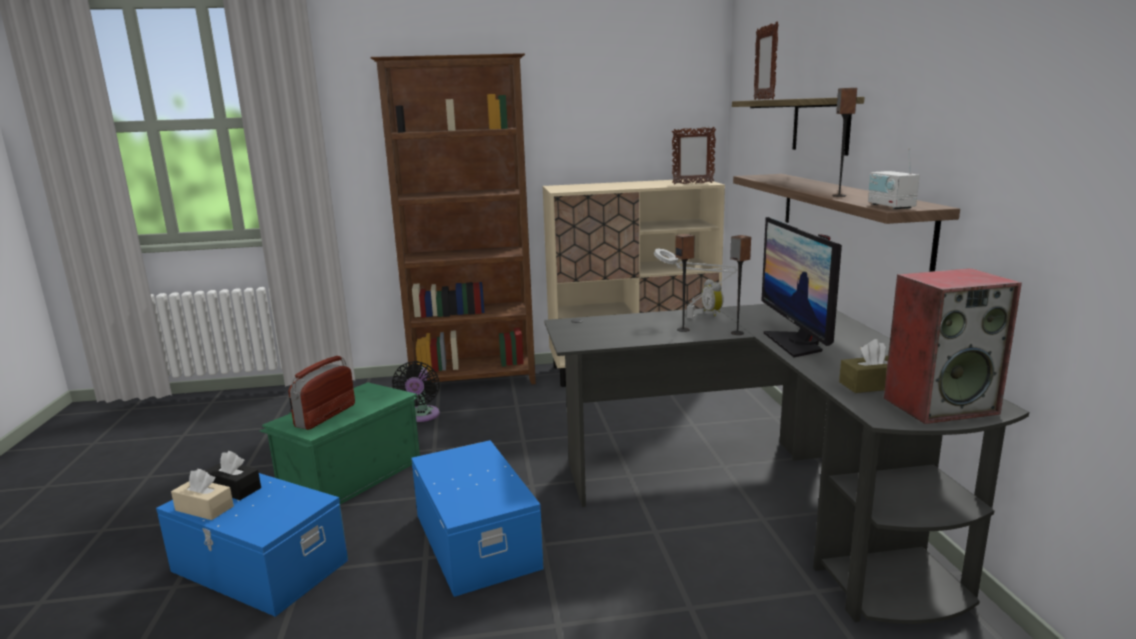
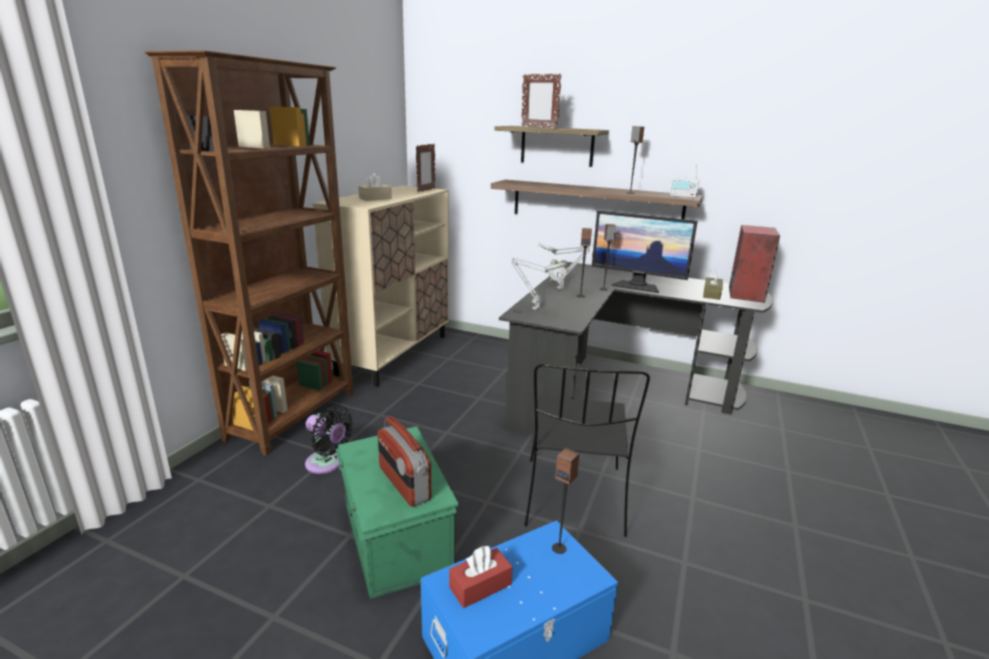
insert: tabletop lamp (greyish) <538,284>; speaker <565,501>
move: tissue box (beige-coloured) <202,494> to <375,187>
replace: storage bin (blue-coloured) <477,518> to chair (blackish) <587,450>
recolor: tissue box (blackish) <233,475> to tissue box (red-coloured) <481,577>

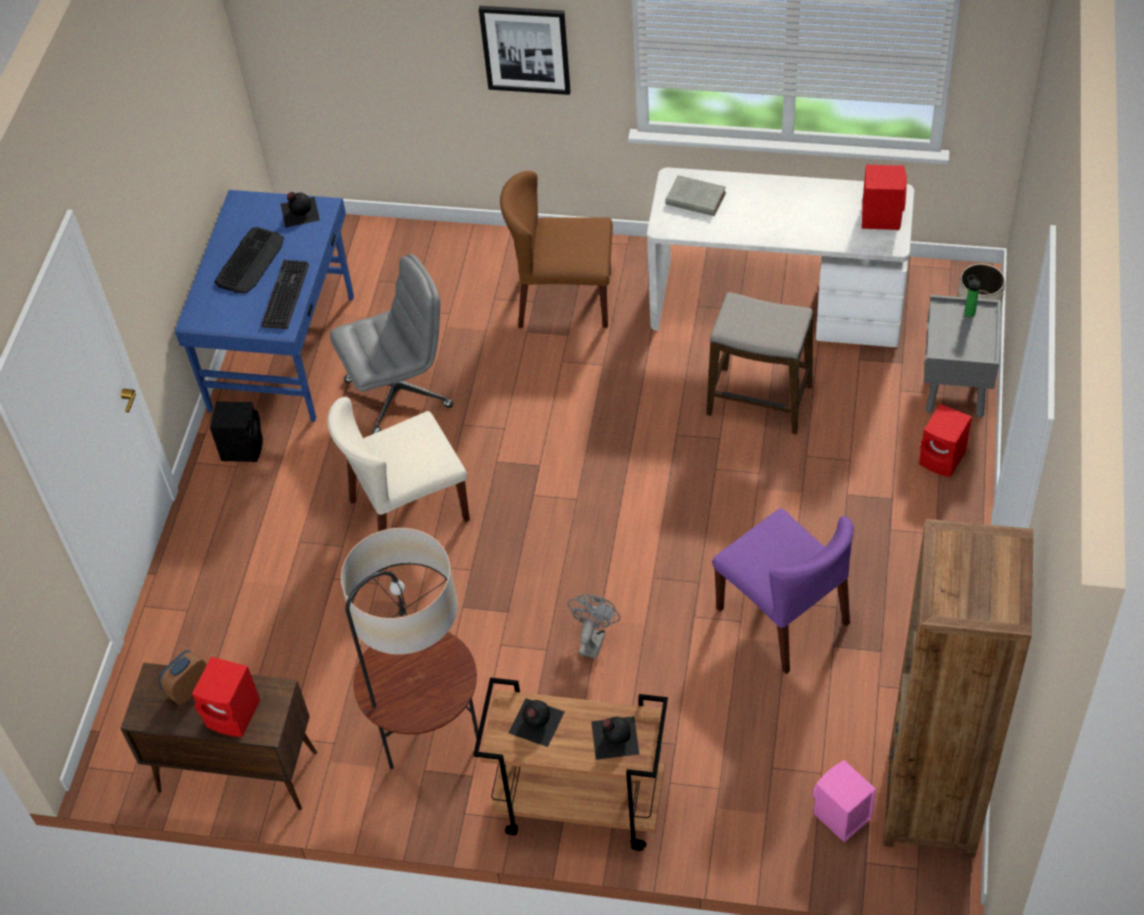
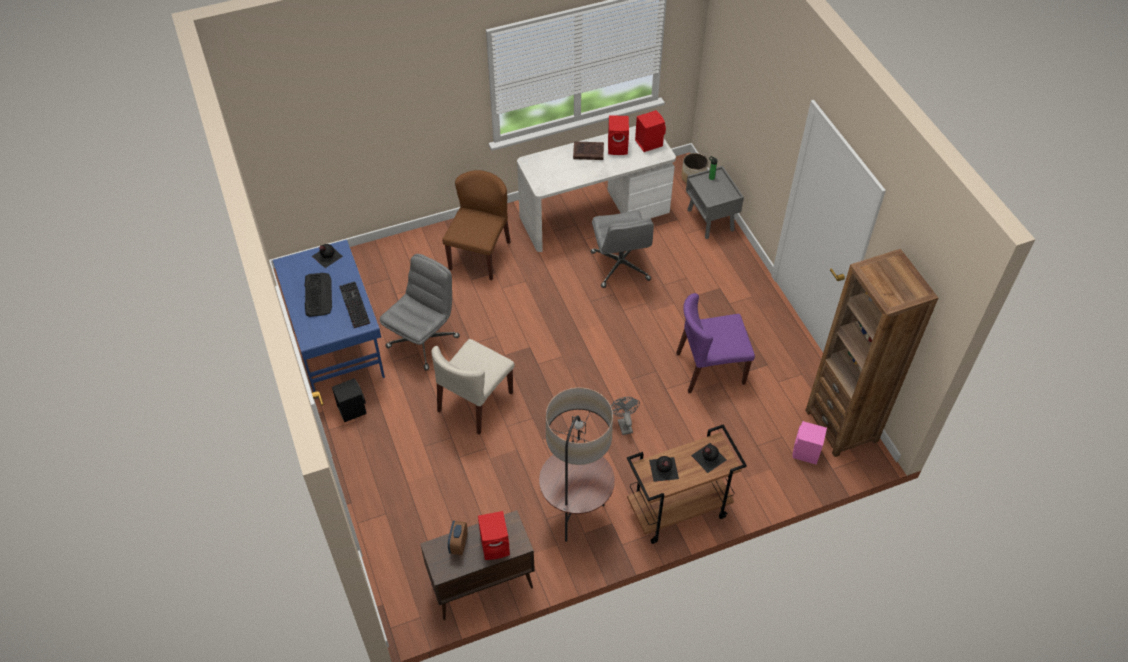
delete: wall art <525,50>; bound book (greyish) <695,195>
insert: bound book (brown) <588,150>
move: speaker (red-coloured) <945,440> to <618,135>
replace: stool <759,363> to computer chair (greyish) <622,249>
rotate: chair (brown) <556,249> = <476,225> 135 degrees clockwise; chair (purple-coloured) <783,591> = <715,343> 150 degrees clockwise

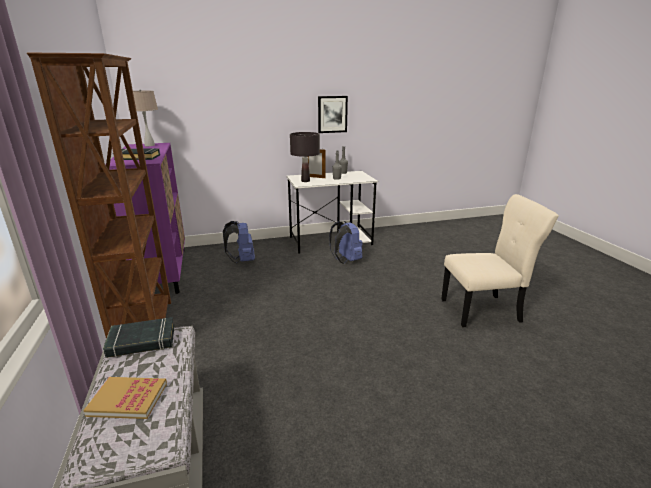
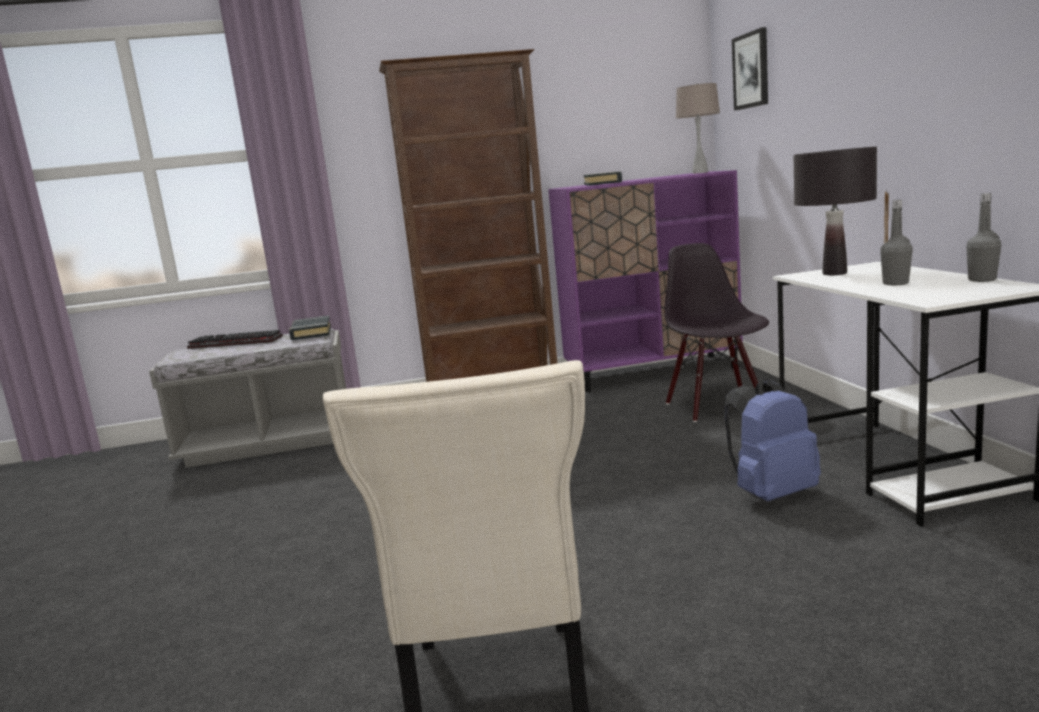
move: wall art <333,114> to <750,68>
replace: bound book <125,398> to computer keyboard <235,339>; backpack (blue-coloured) <239,242> to chair (blackish) <717,332>

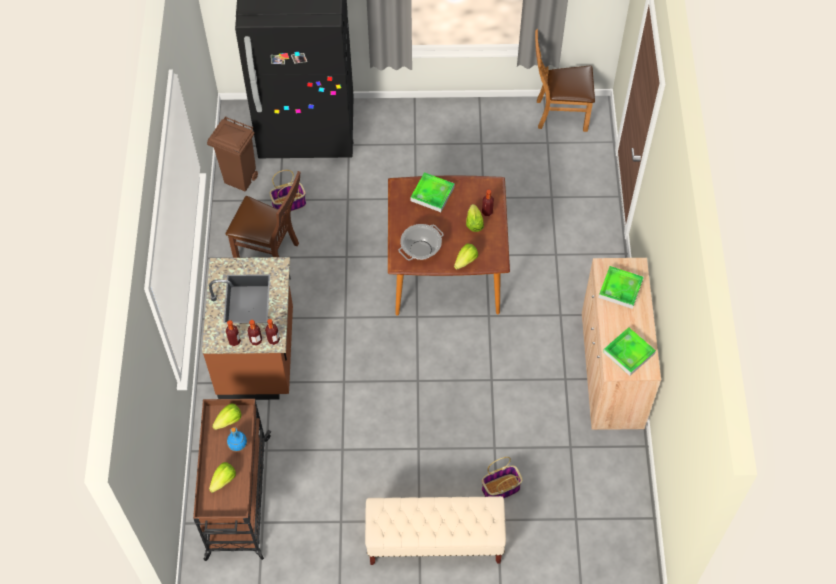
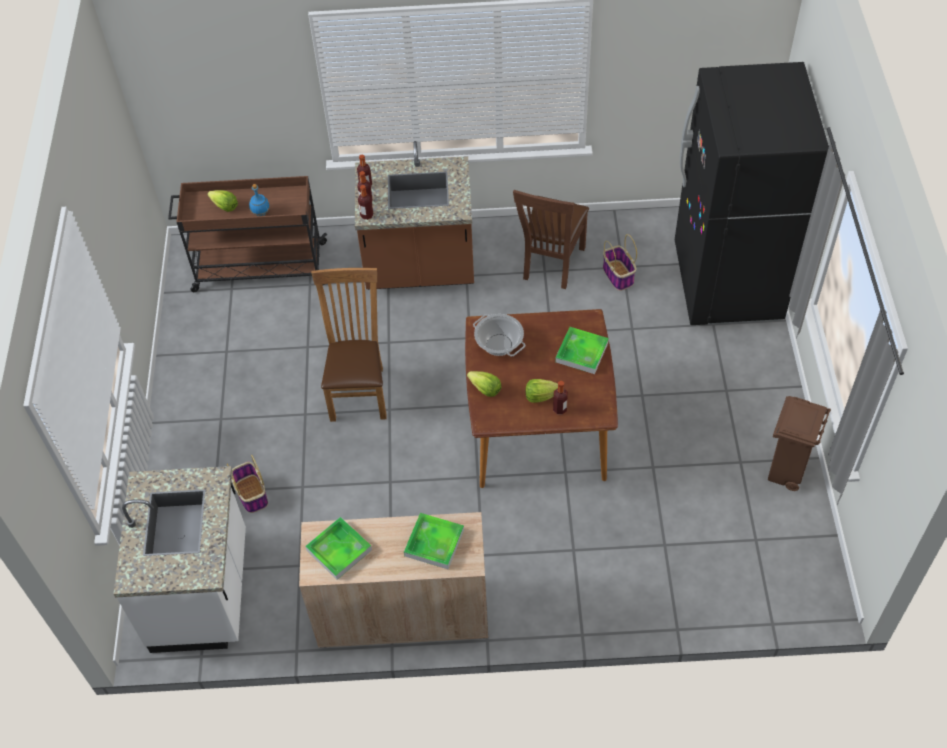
delete: head of lettuce <227,416>; indoor bench (beige-coloured) <435,530>
insert: kitchen counter (white-coloured) <179,559>
move: chair (brown) <565,80> to <348,345>; trash can (brown) <232,153> to <799,443>

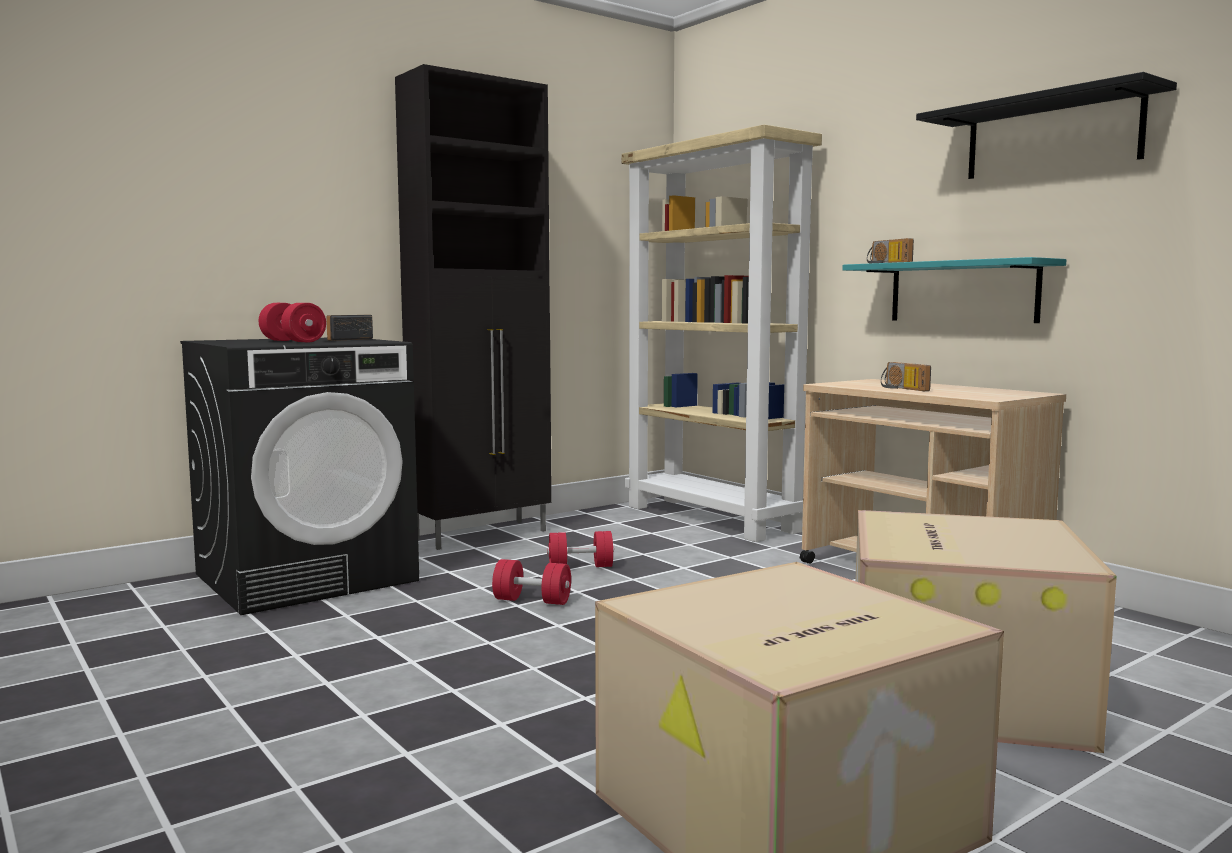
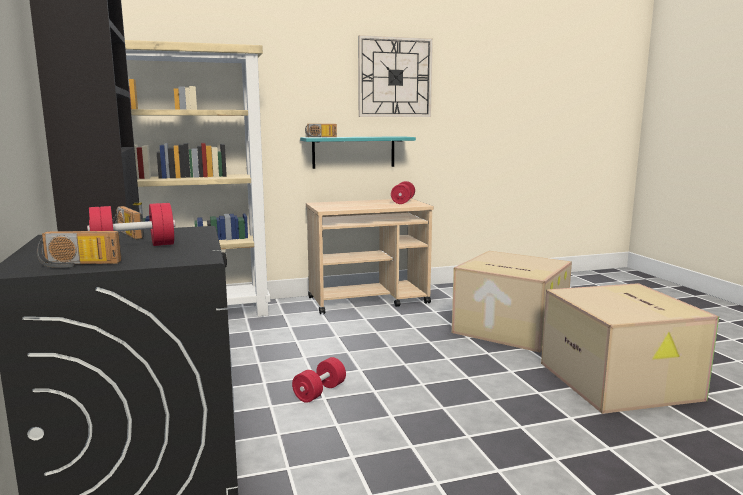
move: radio <906,376> to <79,249>; free weight (red-coloured) <580,549> to <403,192>
replace: shelf (blackish) <1046,125> to hanging clock <395,76>

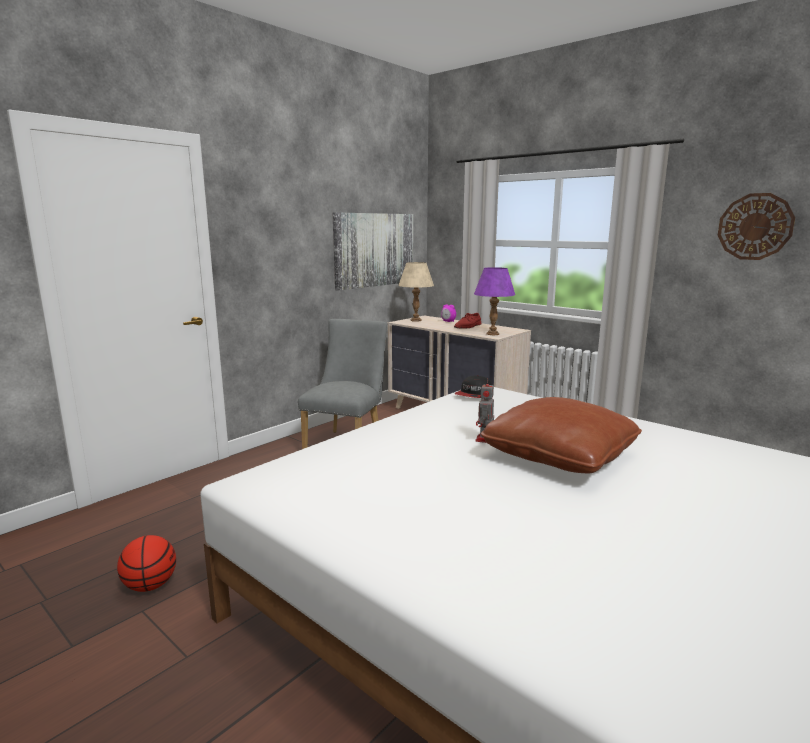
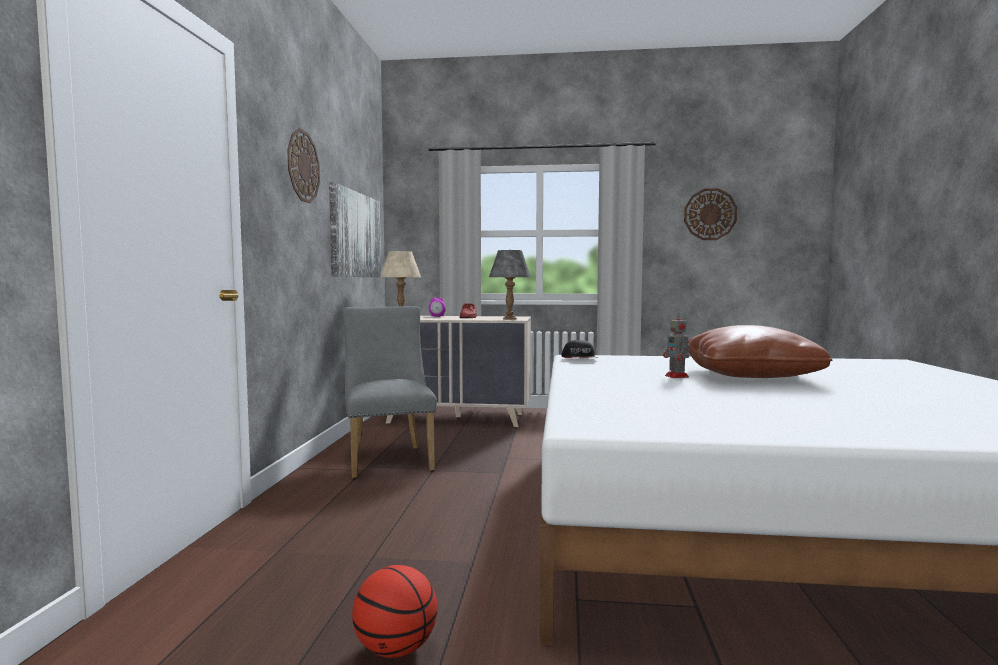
insert: hanging clock <303,165>
recolor: tabletop lamp (purple-coloured) <494,301> to tabletop lamp (greyish) <510,285>

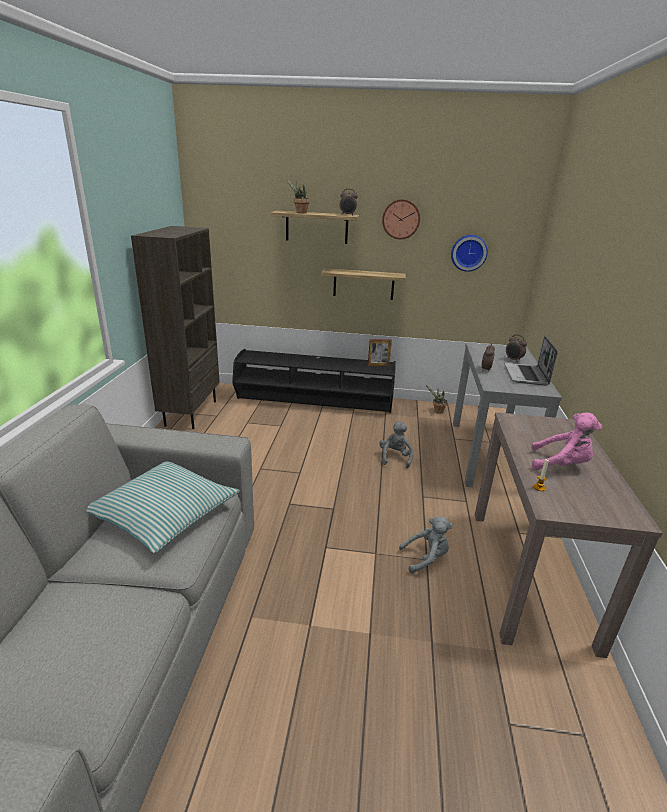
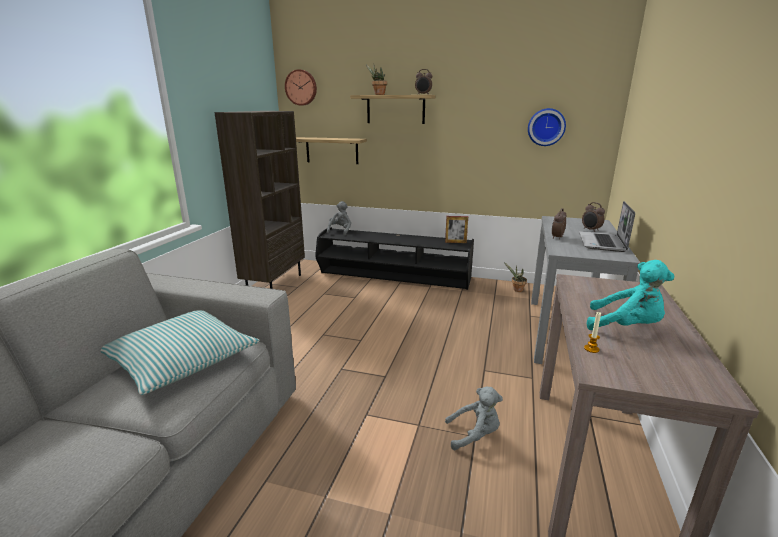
move: hanging clock <401,219> to <301,87>; shelf <363,284> to <331,150>; soft toy (greyish) <397,444> to <339,218>
recolor: soft toy (pink) <566,441> to soft toy (turquoise-coloured) <630,295>

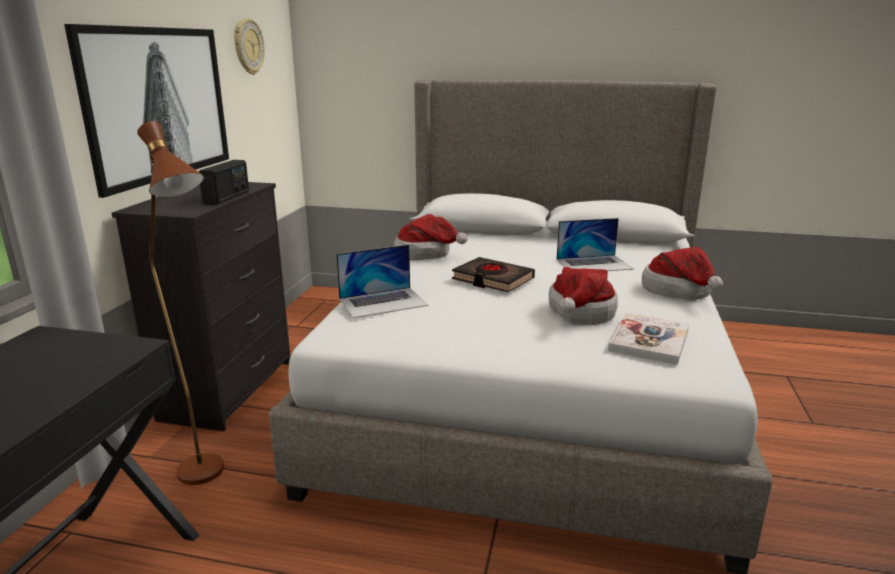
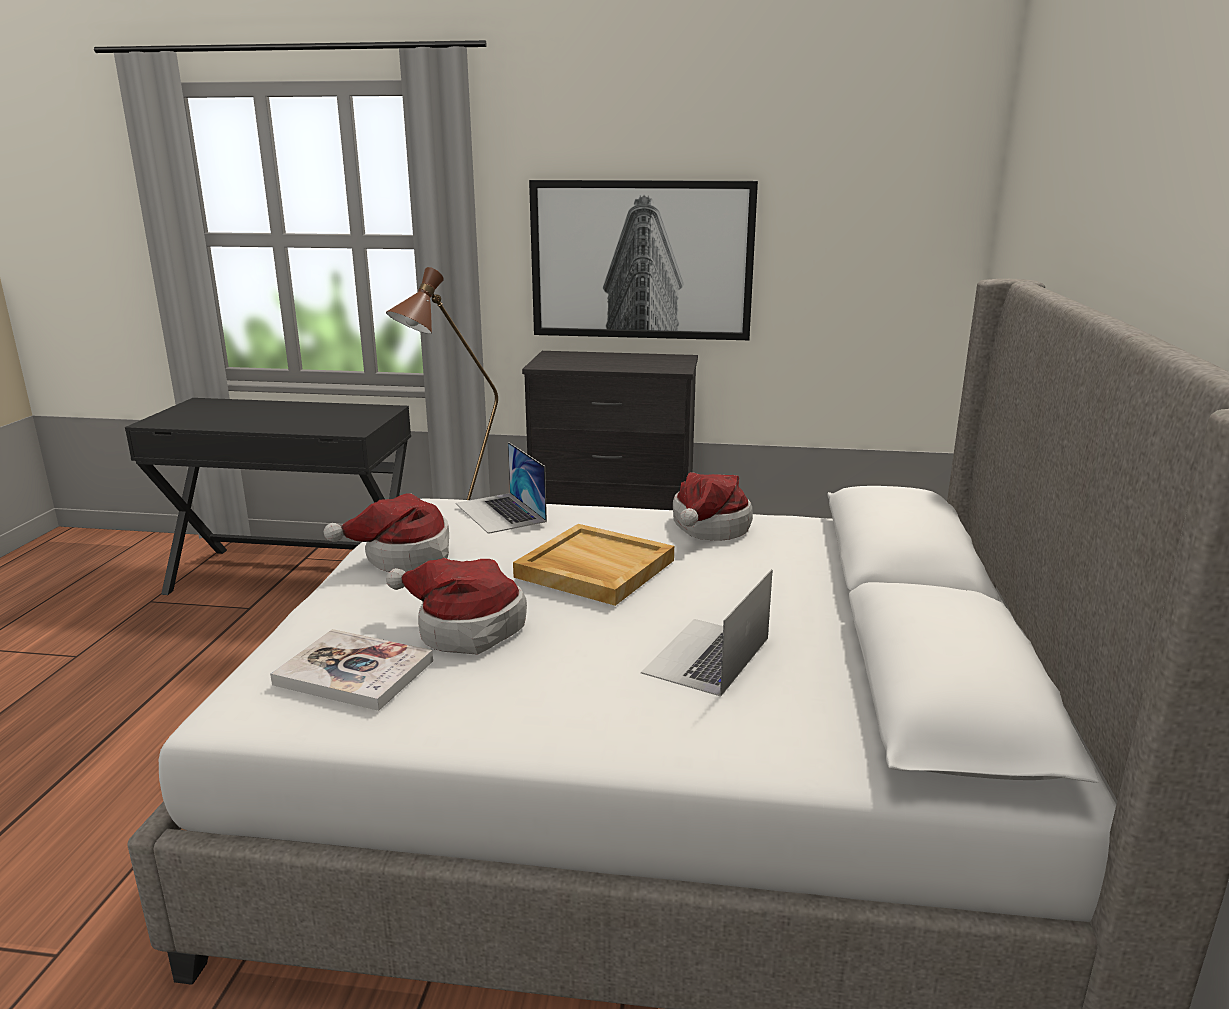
delete: radio <223,182>; hanging clock <249,46>
move: hat <682,273> to <386,532>
replace: bound book (blackish) <493,274> to tray (beige-coloured) <593,565>
rotate: notebook computer <594,244> = <707,633> 45 degrees clockwise

